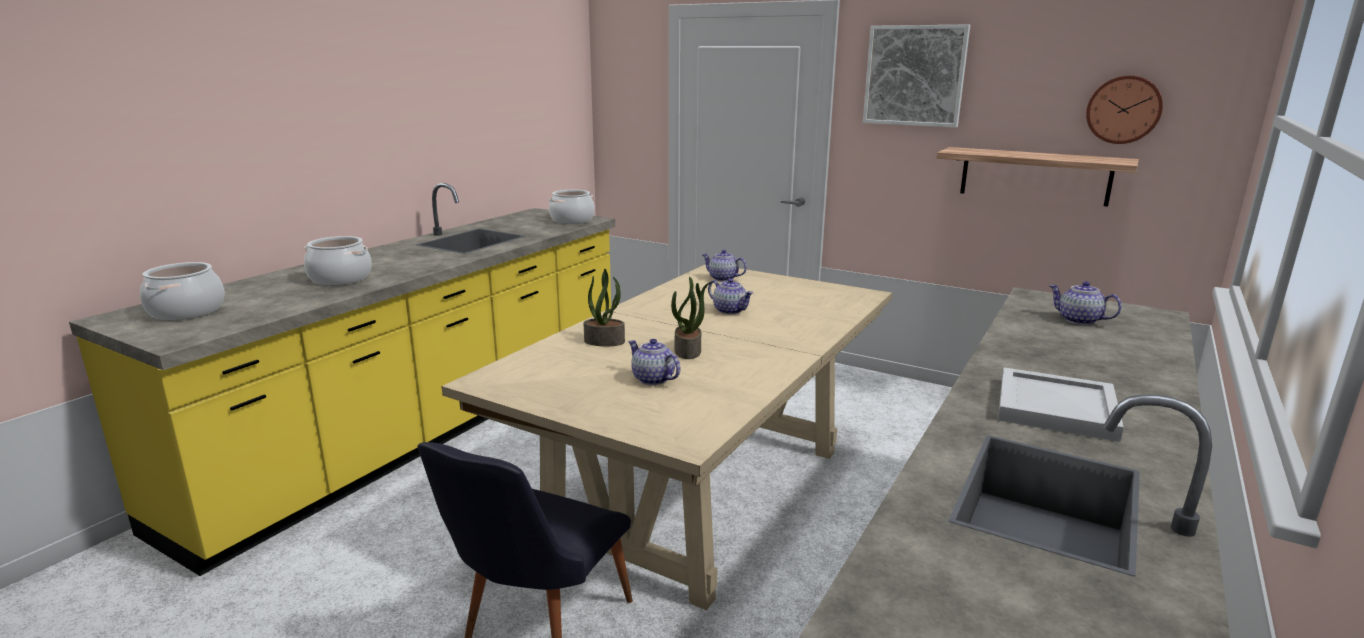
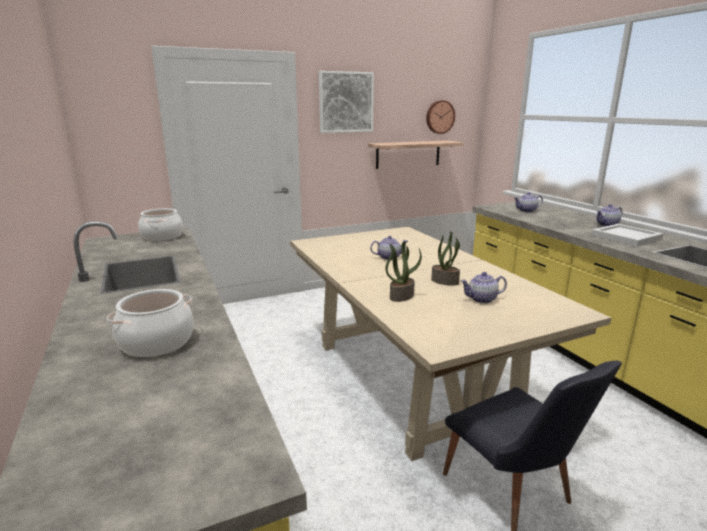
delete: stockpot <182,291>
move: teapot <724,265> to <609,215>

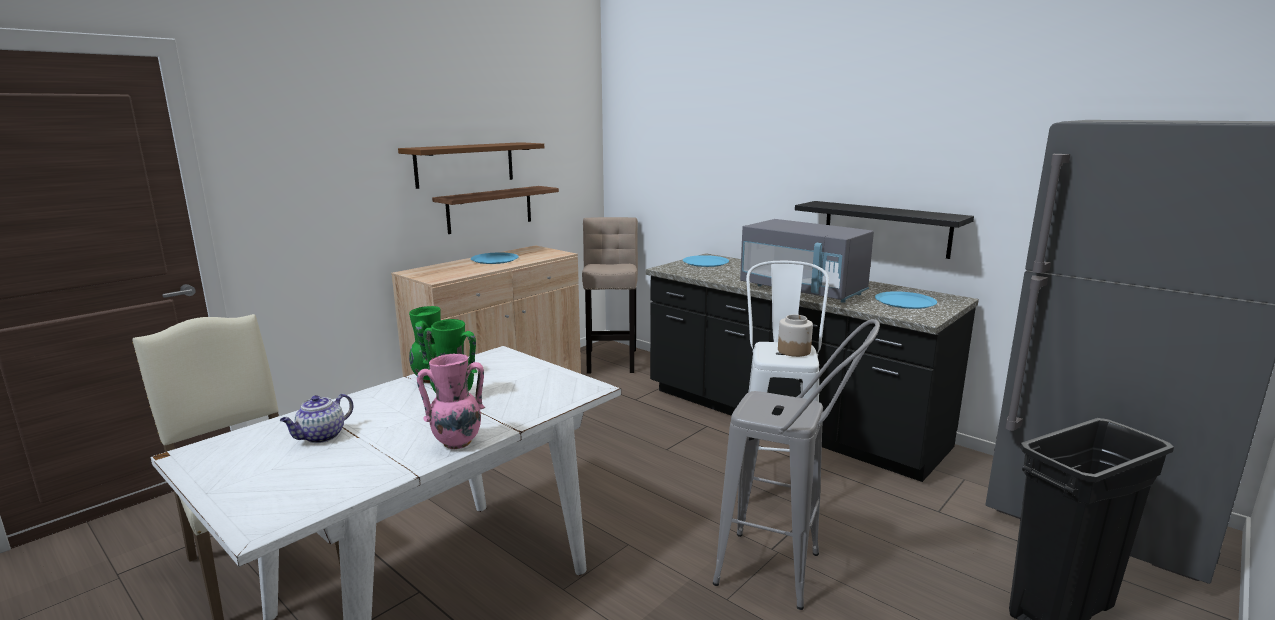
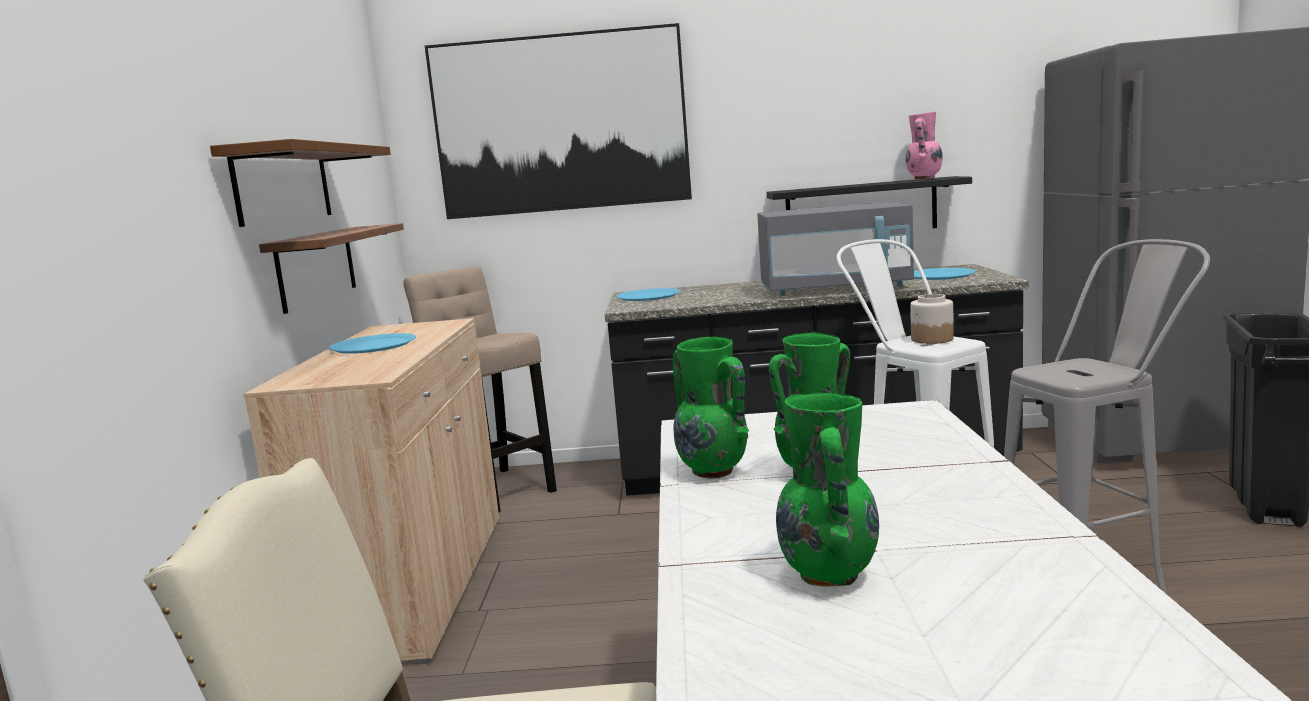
insert: wall art <558,121>
move: flower vase (pink) <451,401> to <924,146>
replace: teapot <317,418> to flower vase (greenish) <827,489>

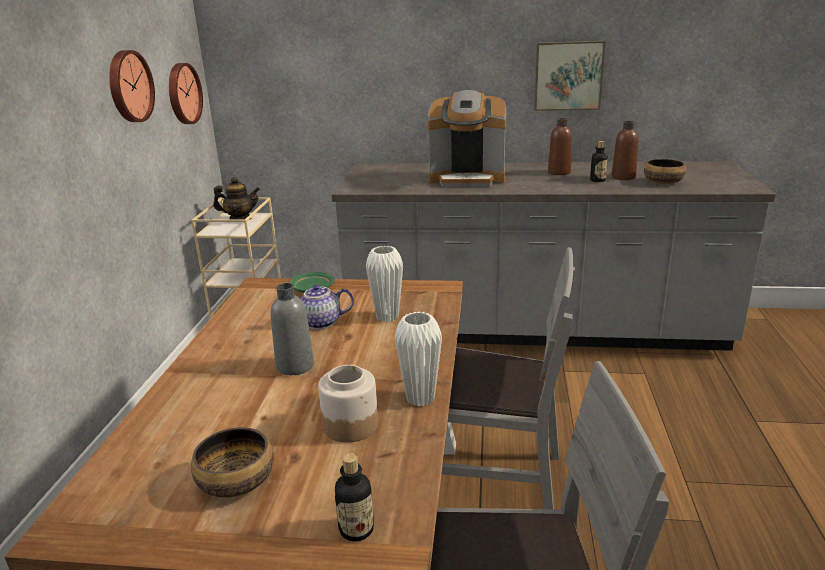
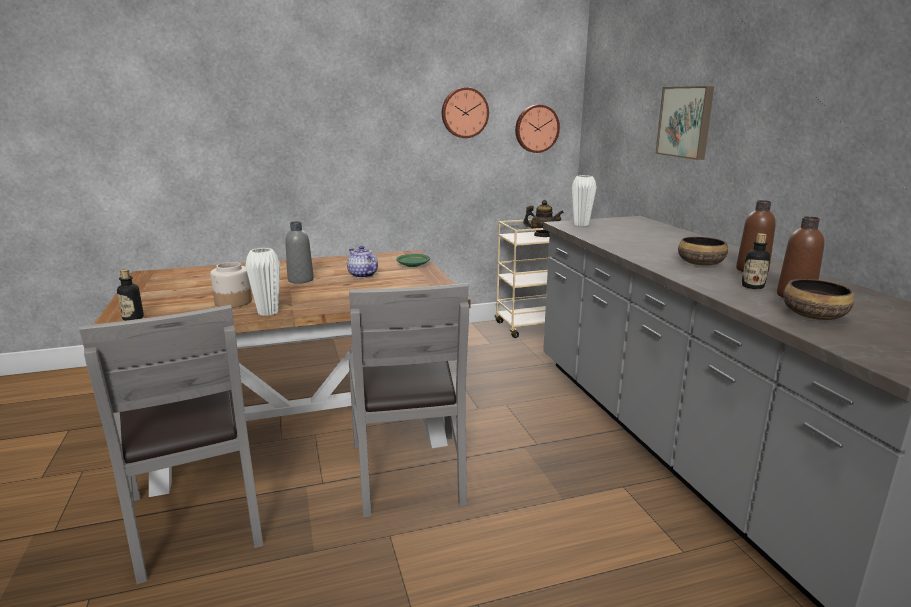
delete: coffee brewer <467,138>
move: flower vase (white-coloured) <384,284> to <584,200>; wall art <569,76> to <684,123>; serving bowl <232,462> to <703,251>
rotate: teapot <236,198> = <543,218> 45 degrees counterclockwise

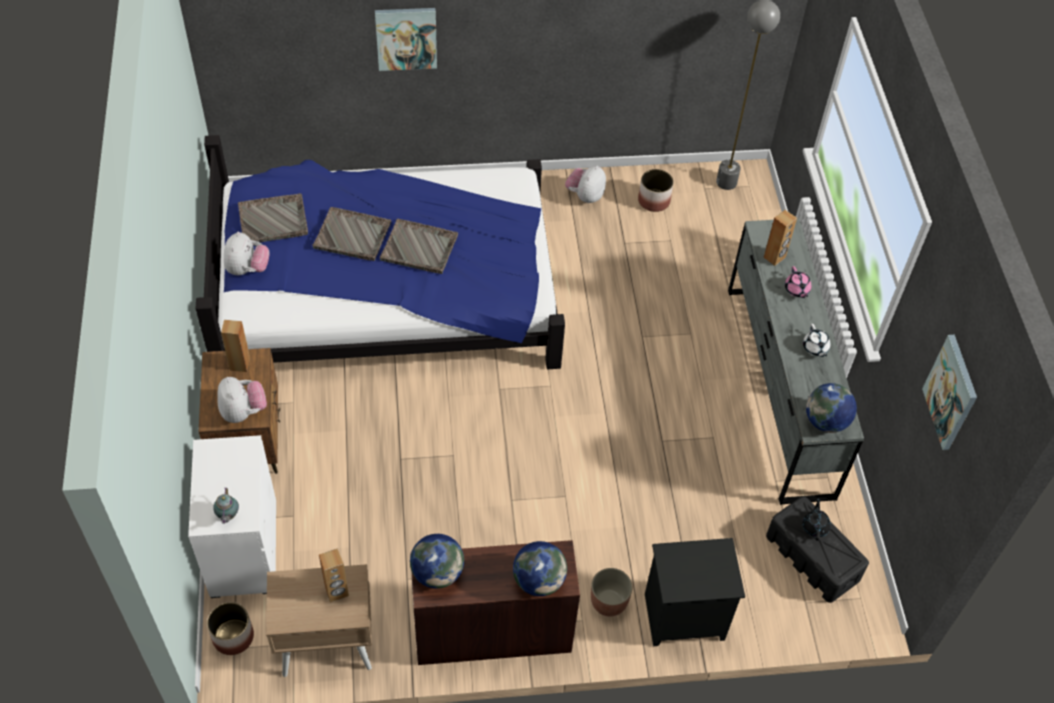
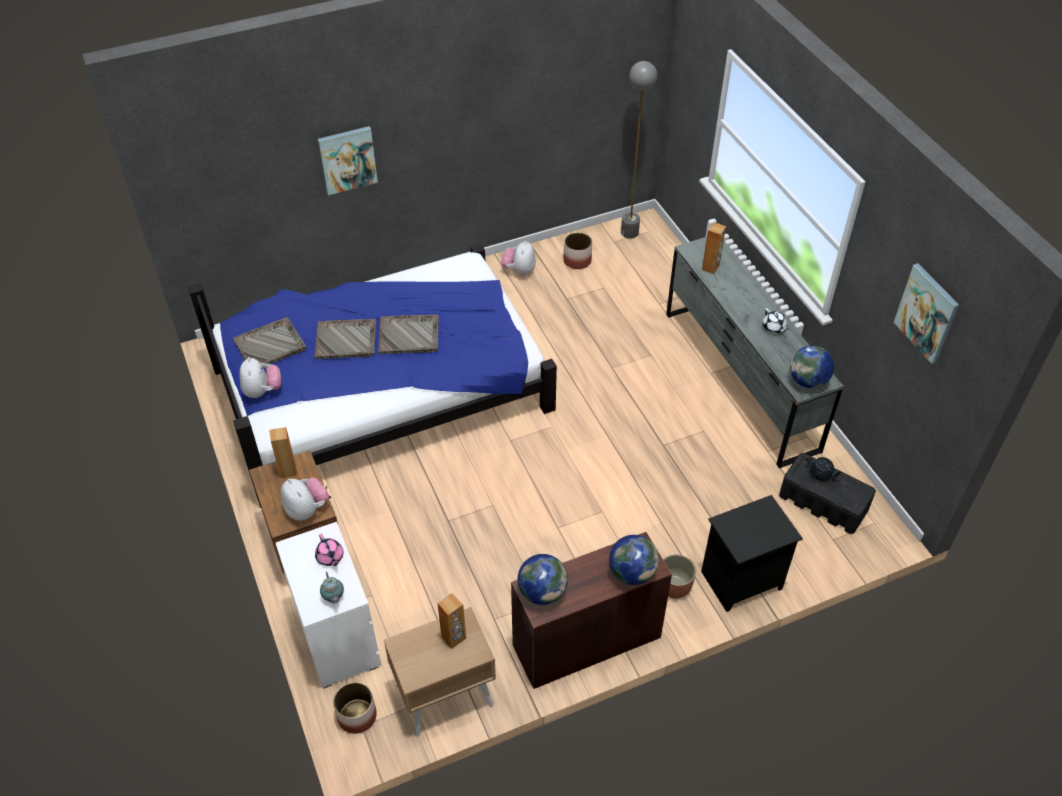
move: teapot (pink) <798,282> to <329,550>
rotate: teapot (blackish) <816,519> = <824,469> 135 degrees clockwise

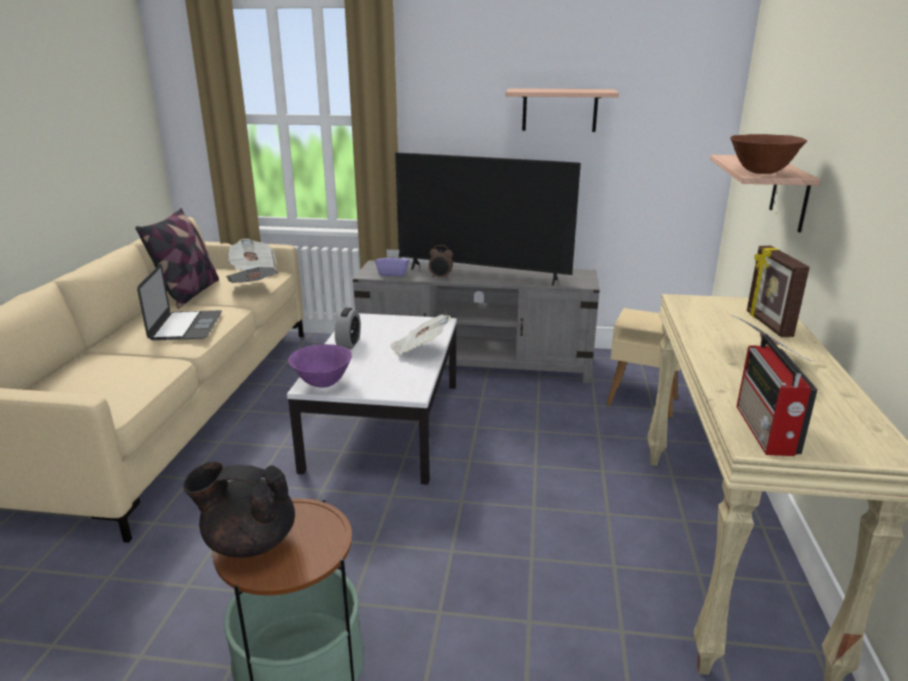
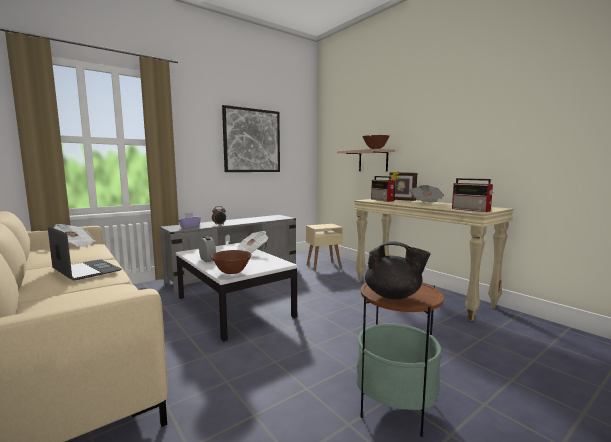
delete: cushion <177,258>; newspaper <252,275>; television <488,219>
insert: radio <383,189>
replace: shelf <562,110> to wall art <251,138>
recolor: serving bowl (purple-coloured) <320,366> to serving bowl (brown) <231,262>
rotate: teapot (blackish) <239,510> = <398,271> 120 degrees counterclockwise

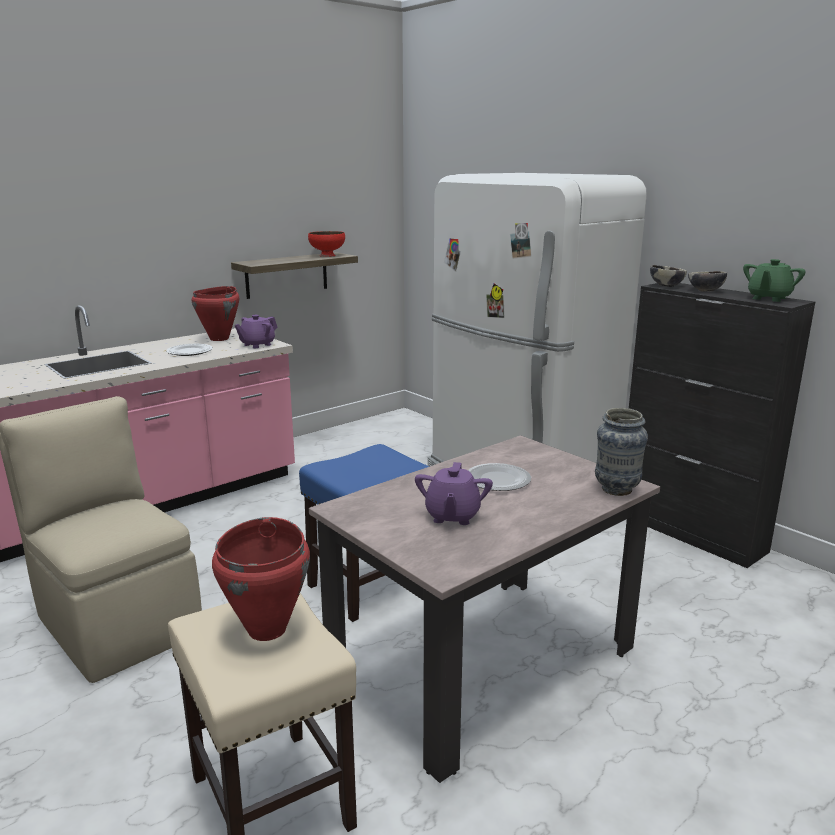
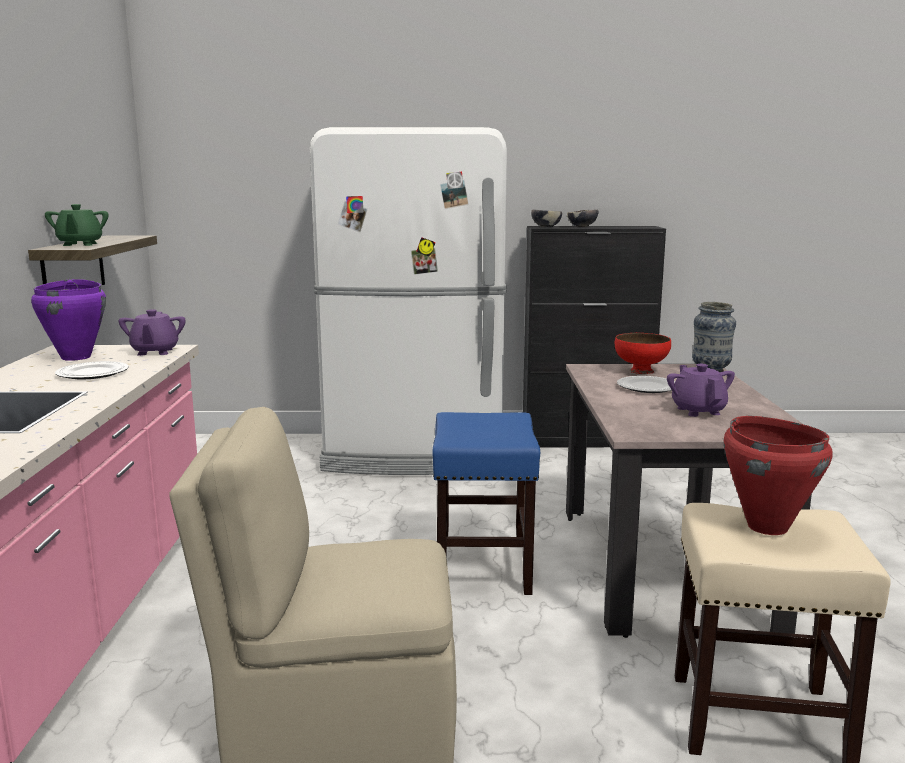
move: teapot (greenish) <774,280> to <77,225>; serving bowl (red-coloured) <326,244> to <643,353>
recolor: stockpot (red-coloured) <215,313> to stockpot (purple-coloured) <68,320>
rotate: teapot (purple-coloured) <454,493> = <701,390> 150 degrees counterclockwise

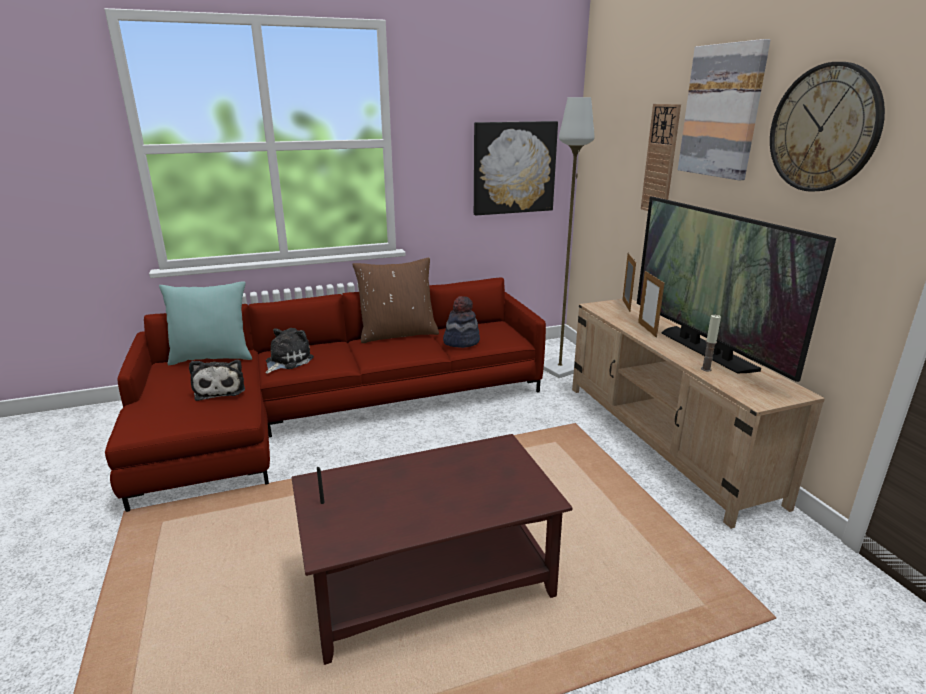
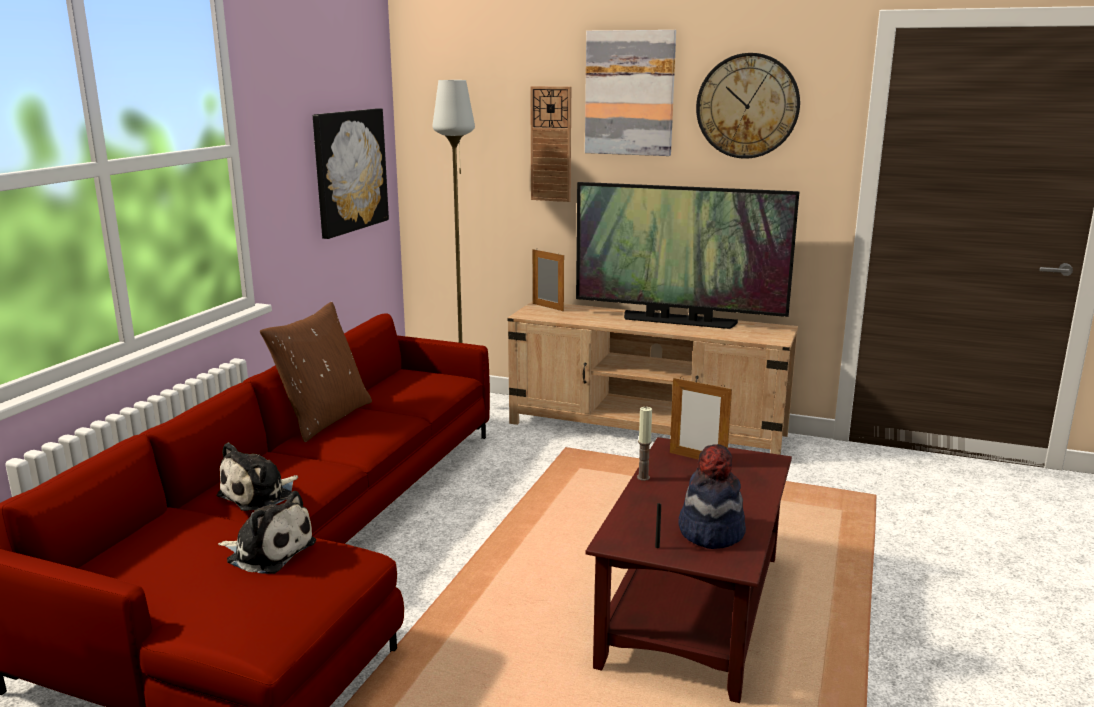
delete: cushion (turquoise-coloured) <205,323>
move: wax light <711,343> to <644,443>; picture frame <651,304> to <701,419>; hat <461,322> to <712,496>
rotate: soft toy <289,351> = <257,476> 120 degrees counterclockwise

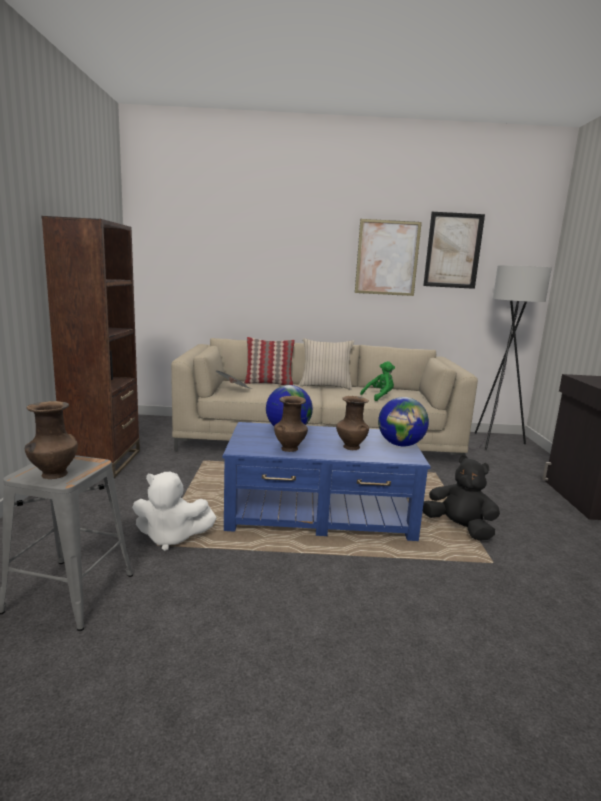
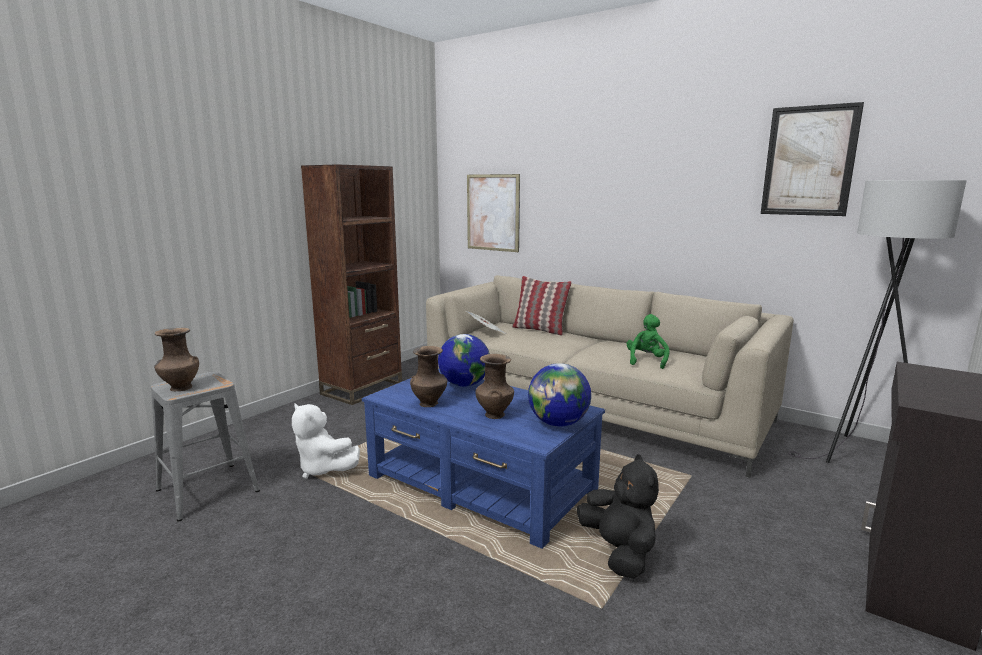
delete: cushion (beige-coloured) <326,364>
move: wall art <388,257> to <493,213>
rotate: soft toy (greenish) <377,381> = <648,341> 75 degrees counterclockwise

